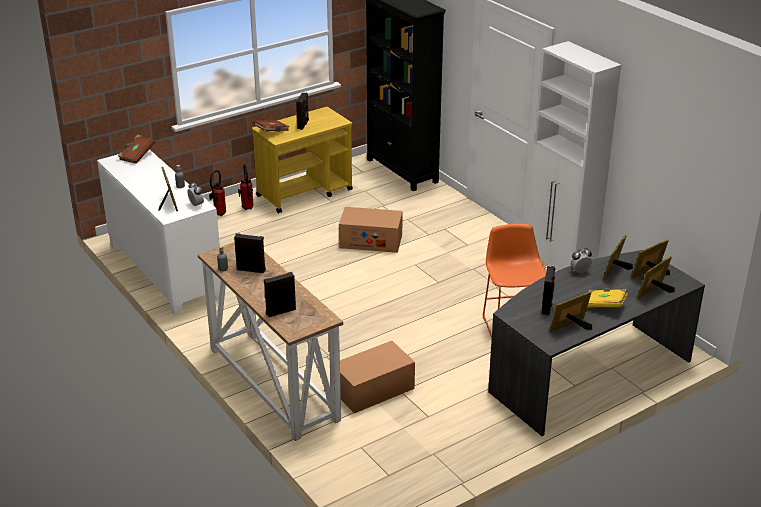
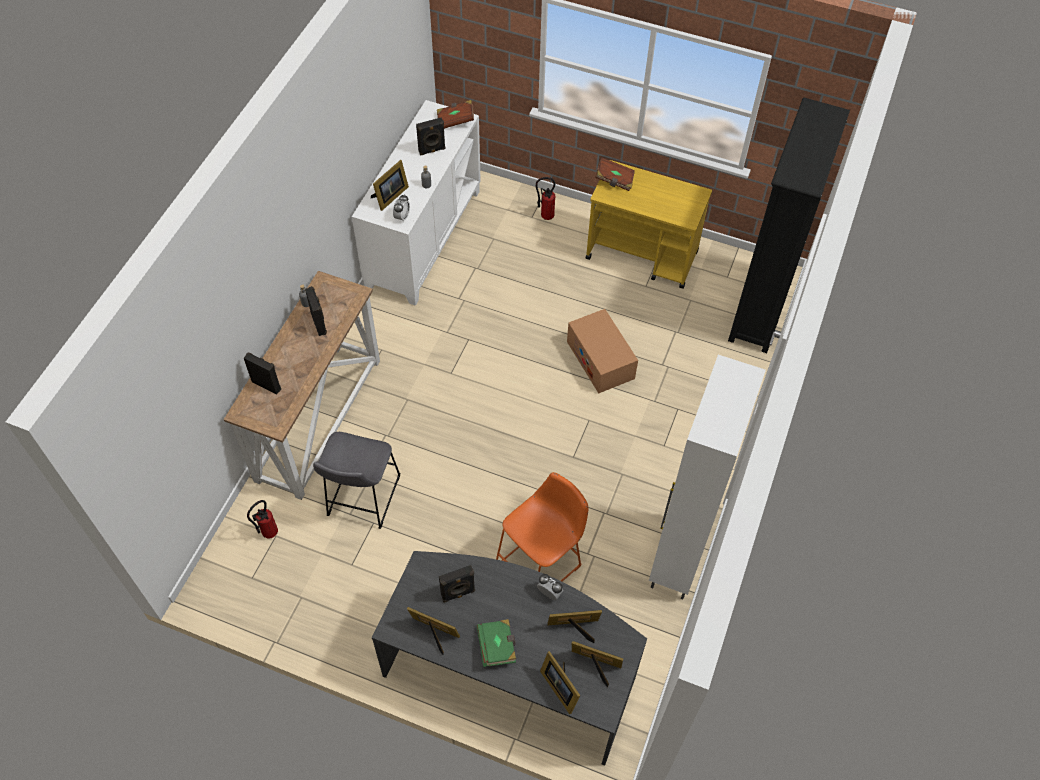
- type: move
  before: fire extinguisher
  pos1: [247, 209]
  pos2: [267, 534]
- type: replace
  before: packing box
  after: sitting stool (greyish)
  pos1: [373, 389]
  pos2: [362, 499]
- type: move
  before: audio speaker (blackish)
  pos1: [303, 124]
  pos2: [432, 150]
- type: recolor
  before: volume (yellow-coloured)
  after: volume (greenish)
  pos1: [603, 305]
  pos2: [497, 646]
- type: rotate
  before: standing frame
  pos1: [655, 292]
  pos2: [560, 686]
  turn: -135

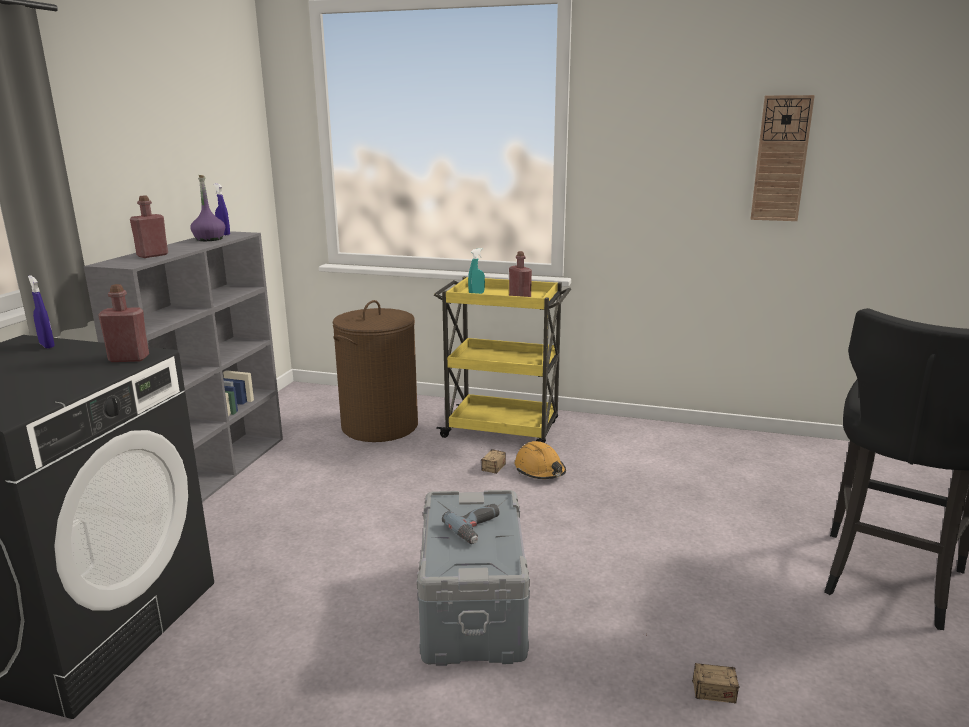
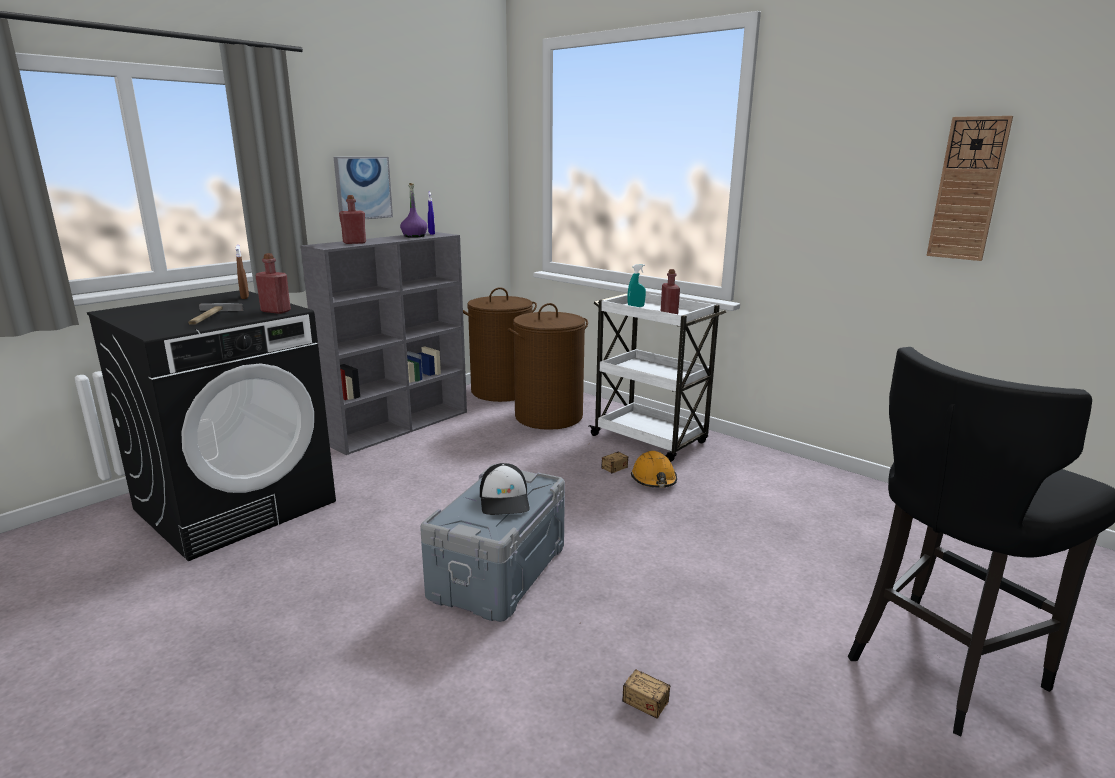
- type: insert
  after: tool hammer
  pos2: [210, 317]
- type: recolor
  before: hand sprayer (bluish)
  after: hand sprayer (brown)
  pos1: [47, 345]
  pos2: [245, 297]
- type: insert
  after: wall art
  pos2: [363, 188]
- type: insert
  after: washing basket (brown)
  pos2: [502, 391]
- type: replace
  before: drill
  after: baseball cap
  pos1: [478, 529]
  pos2: [505, 500]
- type: recolor
  before: trolley (yellow-coloured)
  after: trolley (white)
  pos1: [503, 430]
  pos2: [650, 440]

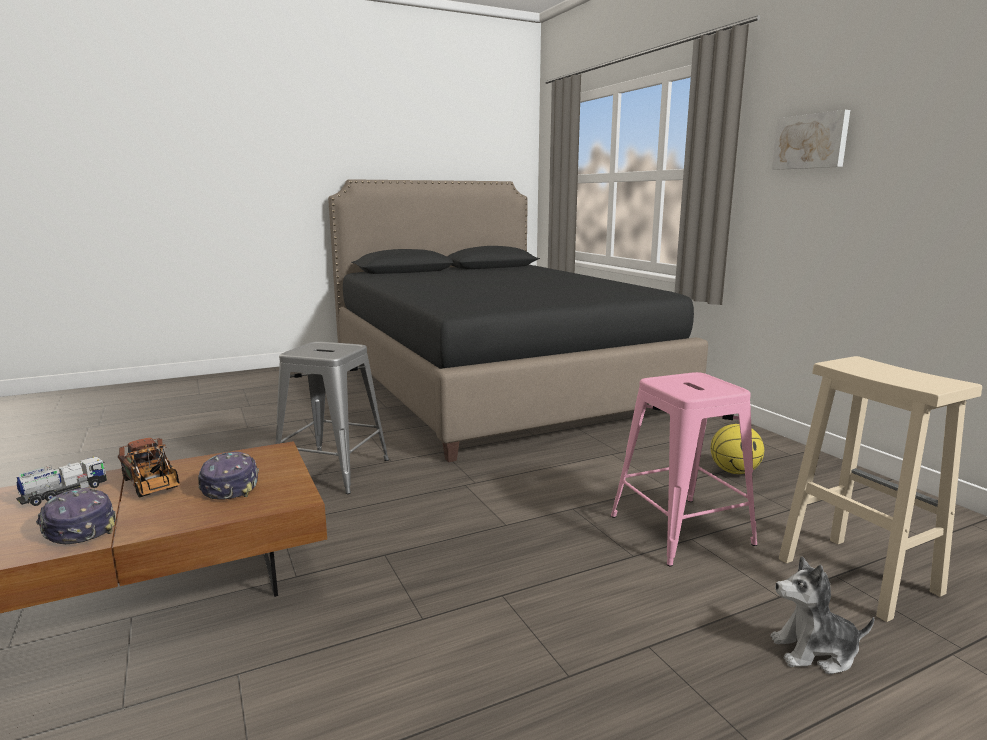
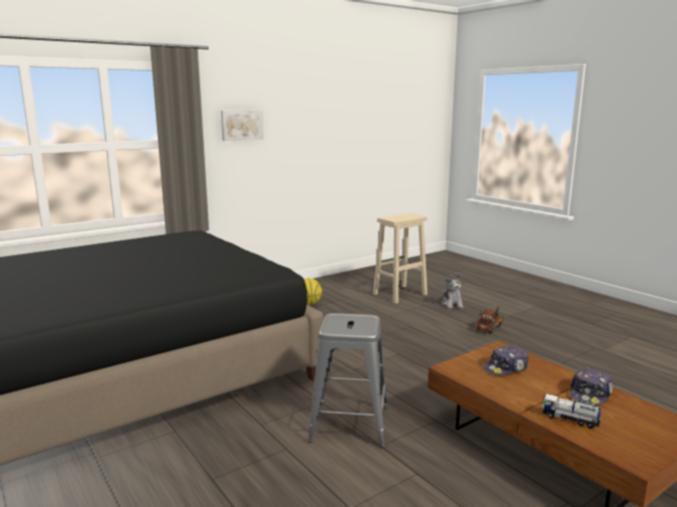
- type: move
  before: model truck
  pos1: [152, 486]
  pos2: [490, 327]
- type: delete
  before: sitting stool (pink-coloured)
  pos1: [679, 530]

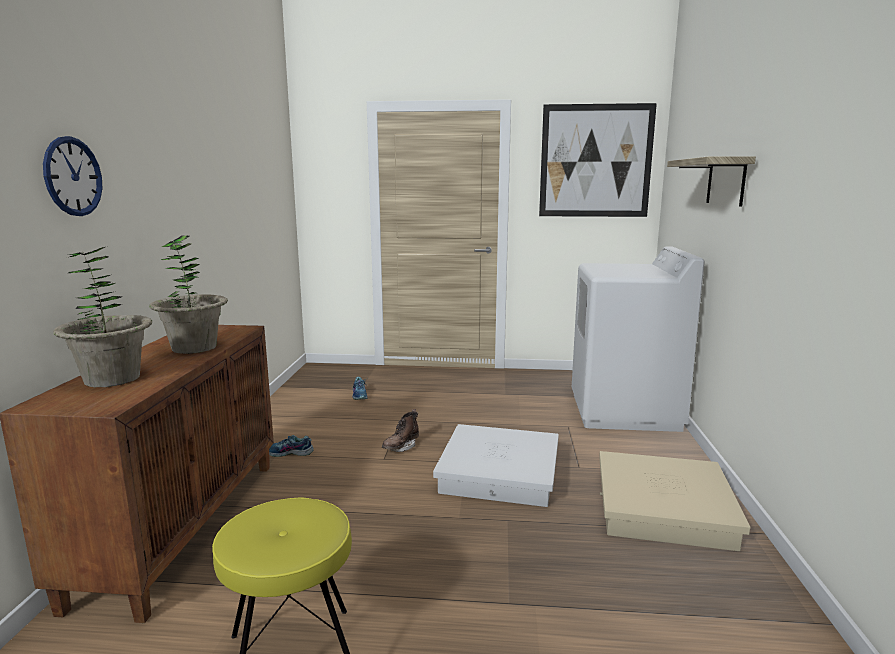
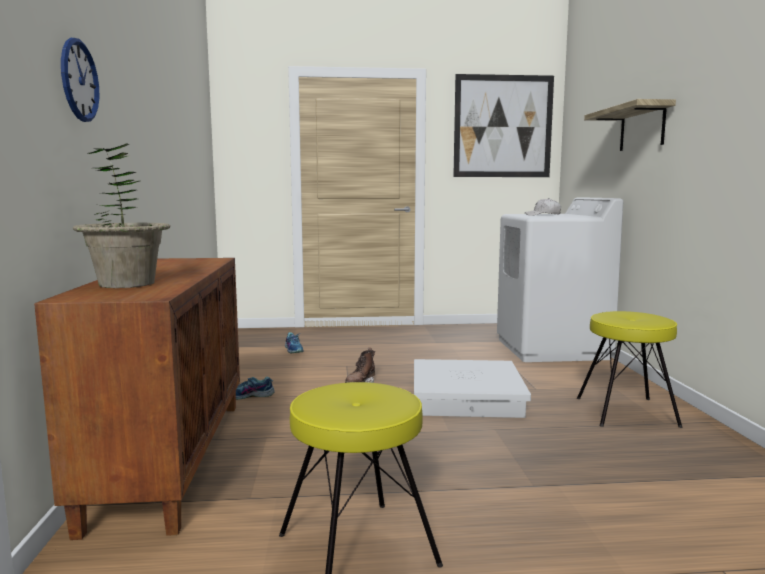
- type: insert
  after: baseball cap (white)
  pos2: [543, 215]
- type: replace
  before: storage box (beige)
  after: sitting stool (yellow-coloured)
  pos1: [663, 509]
  pos2: [626, 412]
- type: delete
  before: houseplant
  pos1: [194, 347]

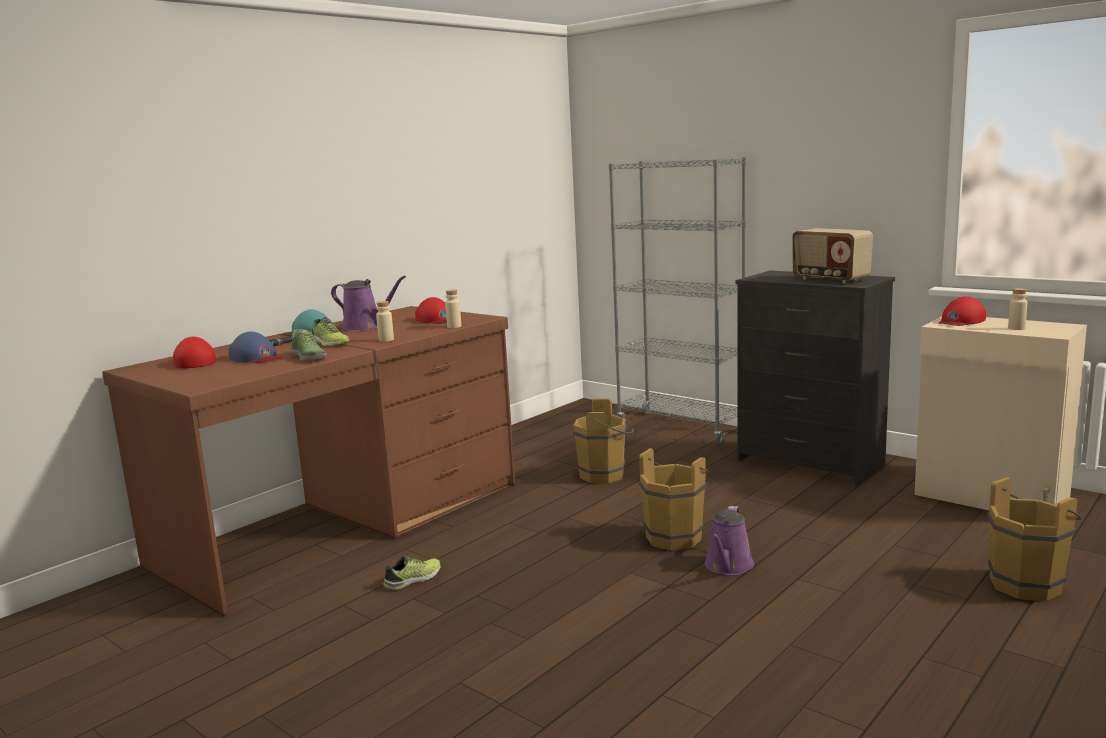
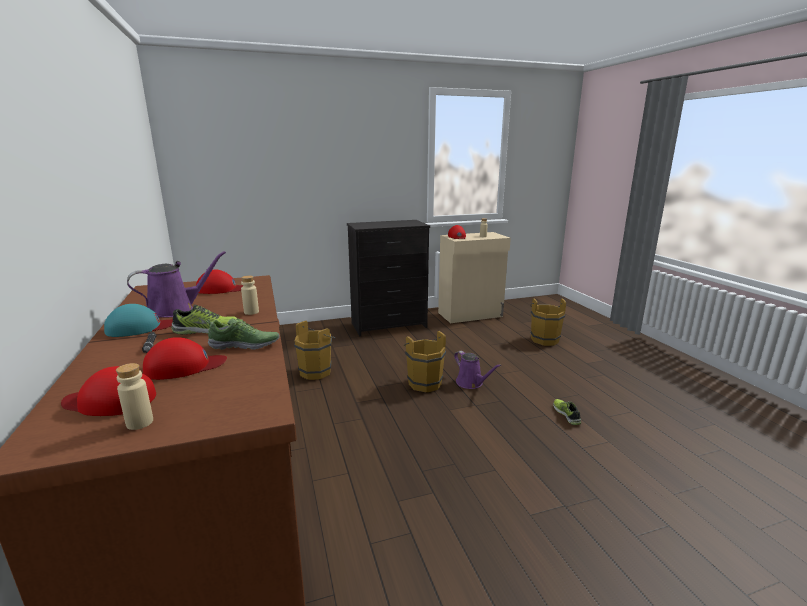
- type: move
  before: beverage bottle (beige)
  pos1: [454, 326]
  pos2: [140, 423]
- type: recolor
  before: baseball cap (bluish)
  after: baseball cap (red-coloured)
  pos1: [256, 358]
  pos2: [184, 366]
- type: move
  before: low shoe
  pos1: [413, 579]
  pos2: [567, 414]
- type: delete
  before: bookshelf (greyish)
  pos1: [680, 427]
- type: delete
  before: radio set
  pos1: [830, 279]

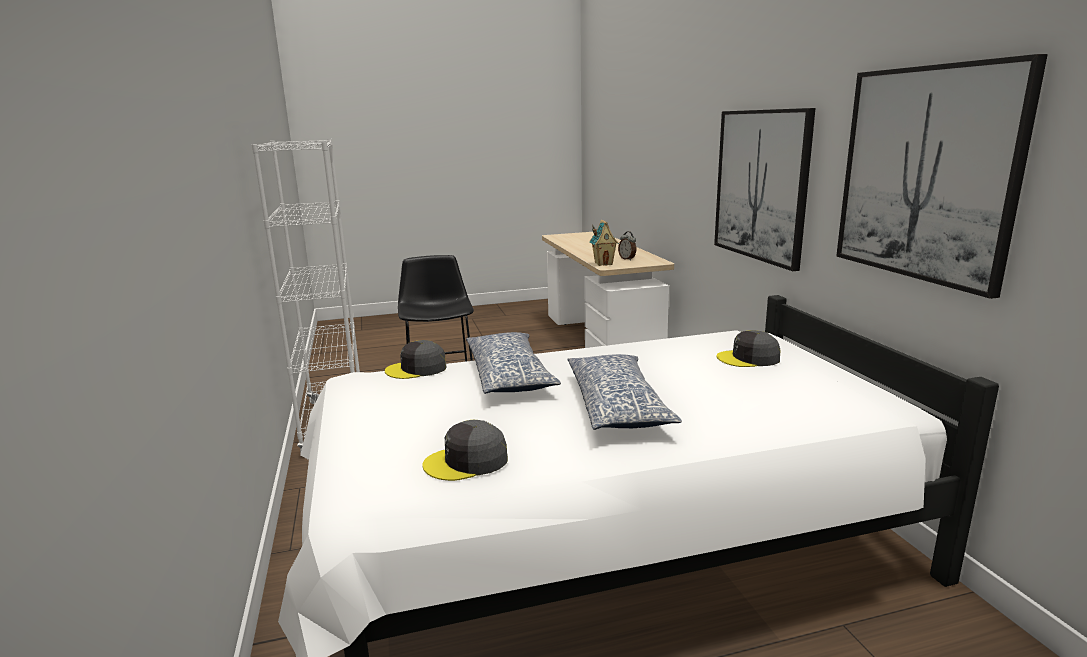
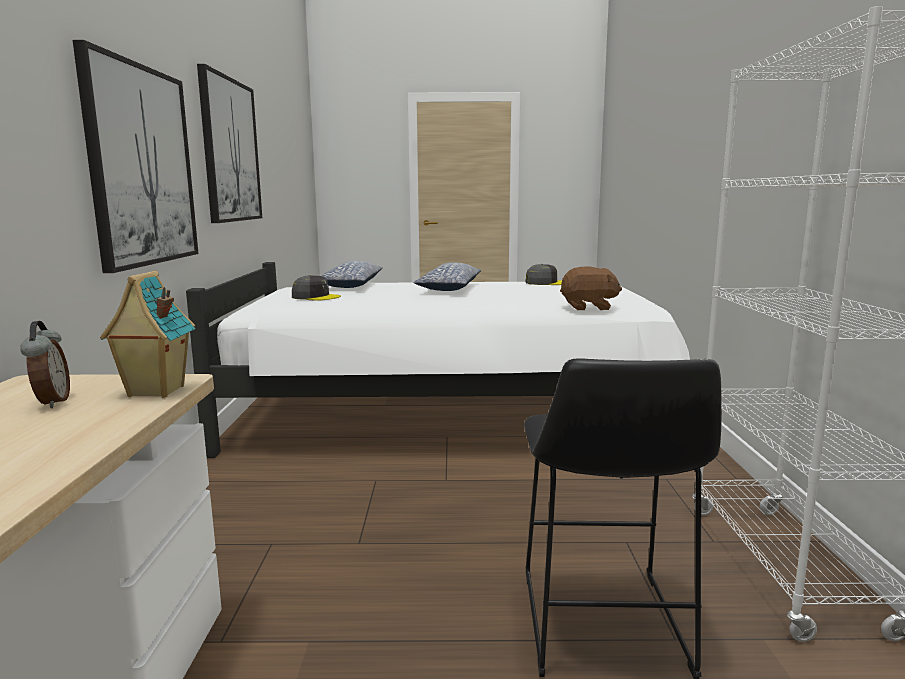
- type: move
  before: pillow
  pos1: [509, 376]
  pos2: [351, 285]
- type: replace
  before: baseball cap (greyish)
  after: cuddly toy (brown)
  pos1: [417, 369]
  pos2: [588, 307]

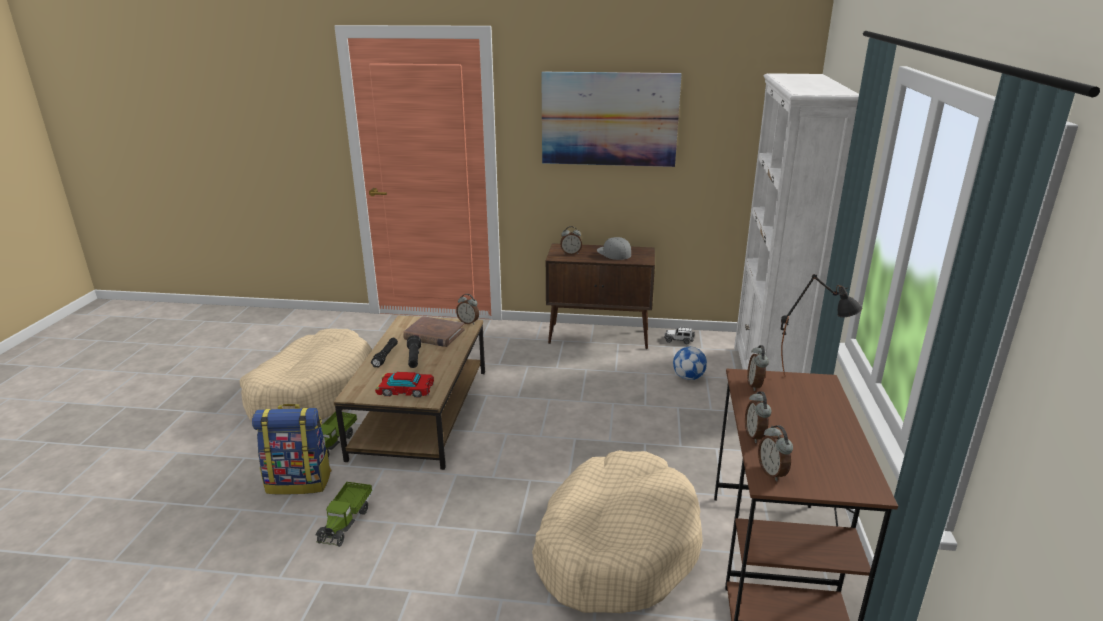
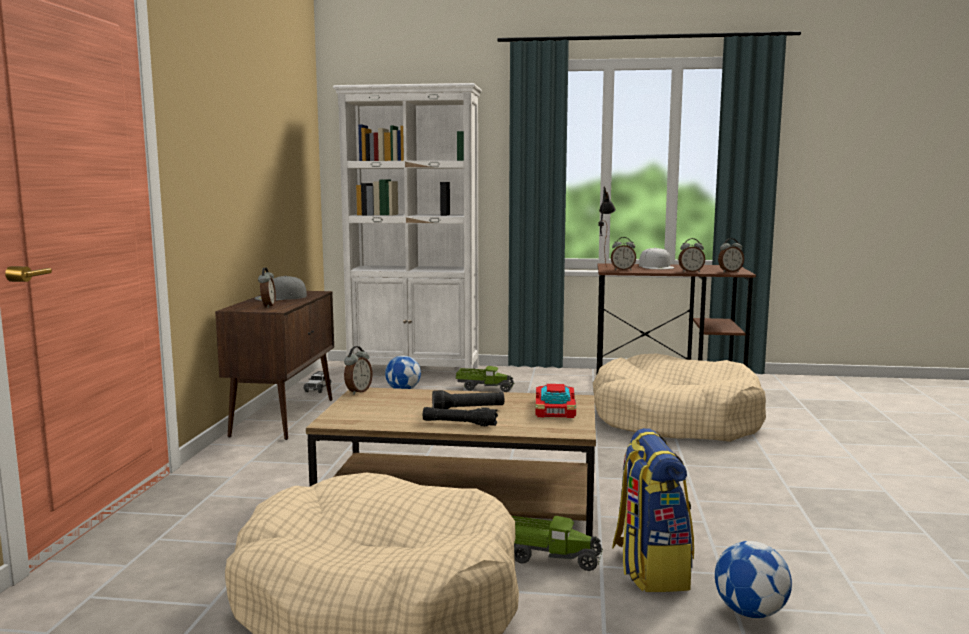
- type: move
  before: model truck
  pos1: [346, 522]
  pos2: [484, 388]
- type: insert
  after: baseball cap (white)
  pos2: [656, 266]
- type: insert
  after: football ball
  pos2: [750, 612]
- type: delete
  before: volume (brown)
  pos1: [434, 334]
- type: delete
  before: wall art
  pos1: [609, 119]

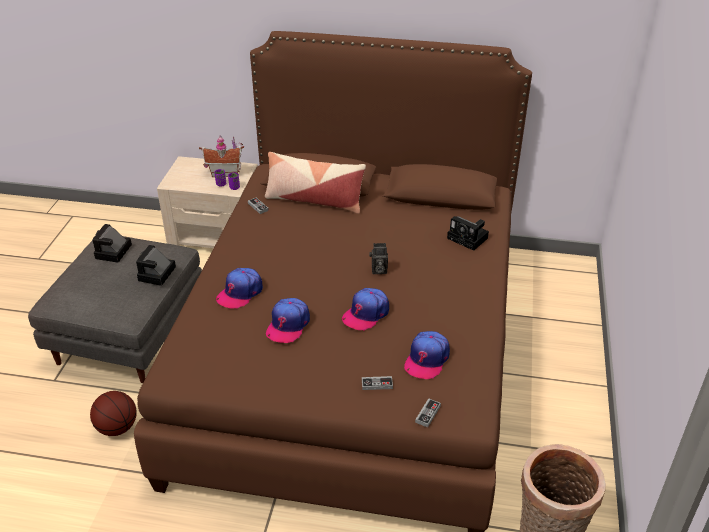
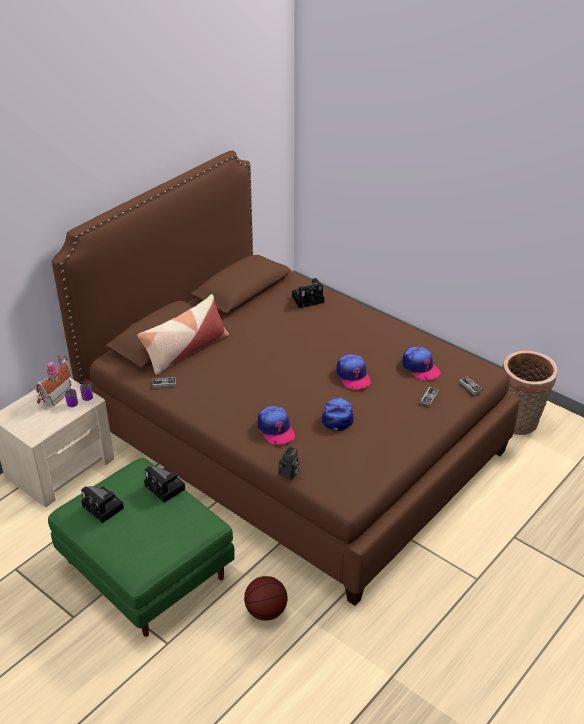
- type: recolor
  before: pouffe (greyish)
  after: pouffe (greenish)
  pos1: [129, 333]
  pos2: [147, 571]
- type: move
  before: still camera
  pos1: [378, 270]
  pos2: [289, 474]
- type: rotate
  before: baseball cap
  pos1: [288, 325]
  pos2: [338, 416]
  turn: -135

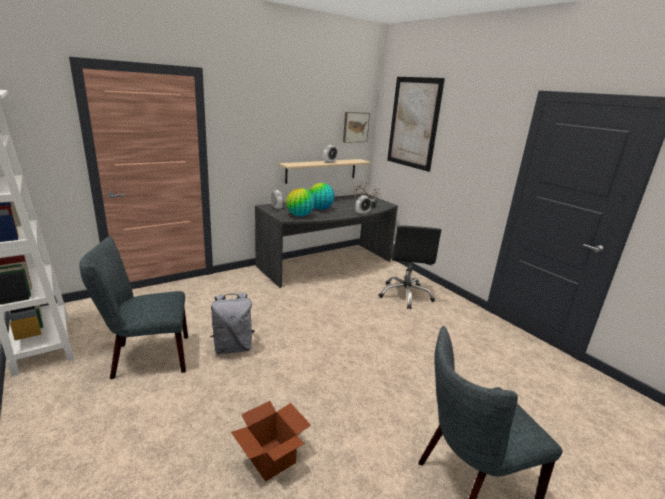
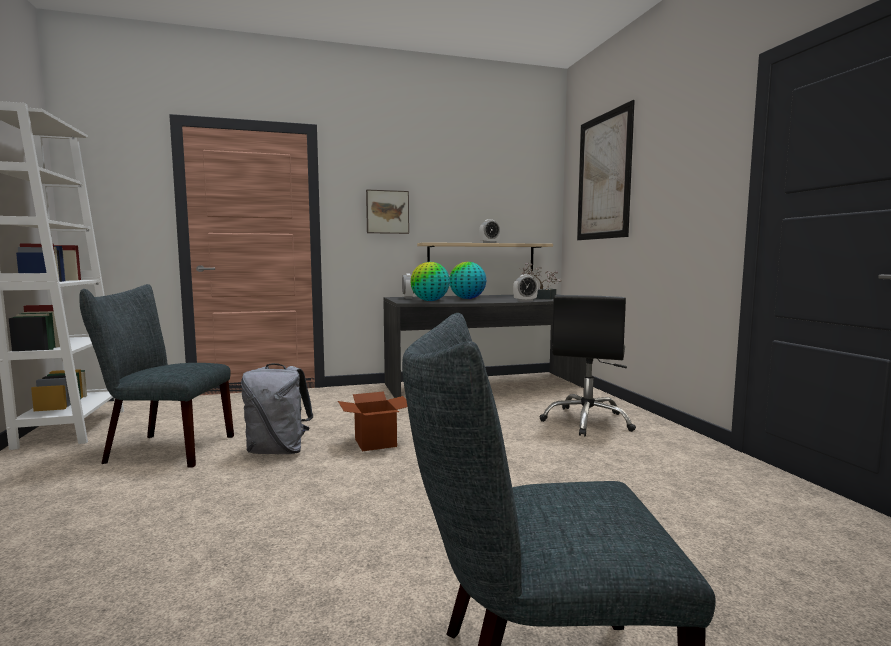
- type: move
  before: packing box
  pos1: [271, 459]
  pos2: [375, 442]
- type: move
  before: wall art
  pos1: [355, 127]
  pos2: [387, 212]

